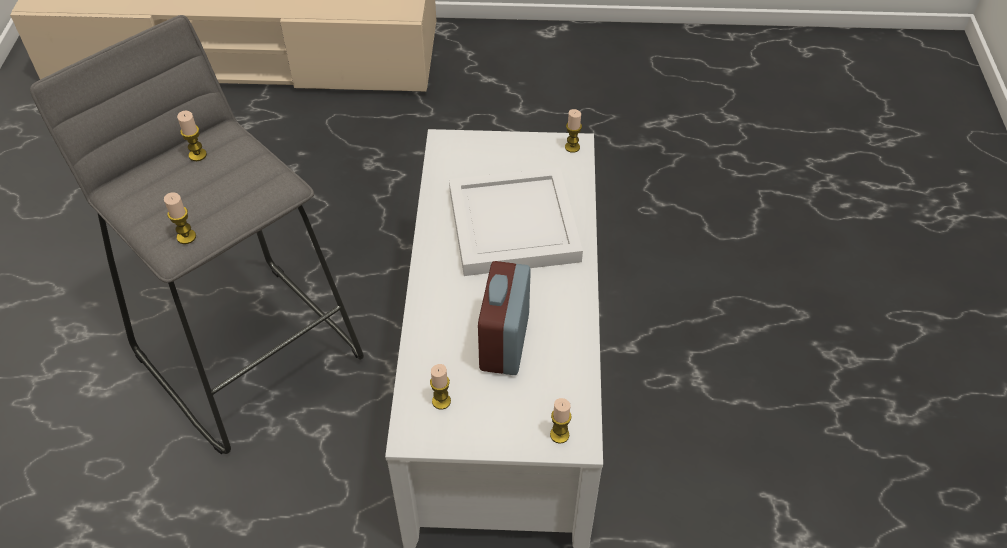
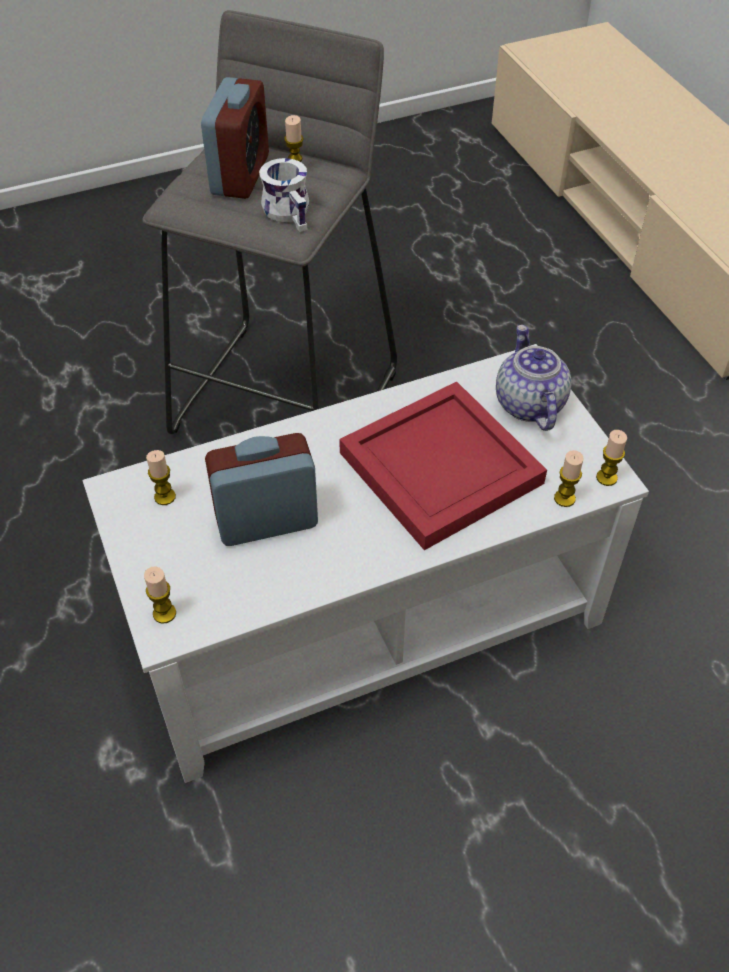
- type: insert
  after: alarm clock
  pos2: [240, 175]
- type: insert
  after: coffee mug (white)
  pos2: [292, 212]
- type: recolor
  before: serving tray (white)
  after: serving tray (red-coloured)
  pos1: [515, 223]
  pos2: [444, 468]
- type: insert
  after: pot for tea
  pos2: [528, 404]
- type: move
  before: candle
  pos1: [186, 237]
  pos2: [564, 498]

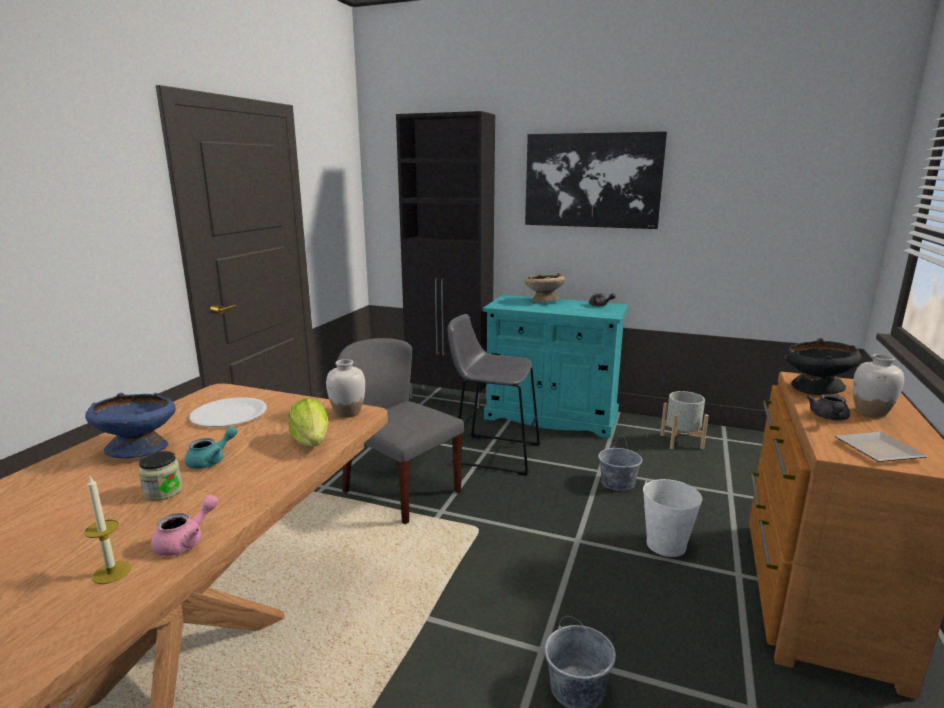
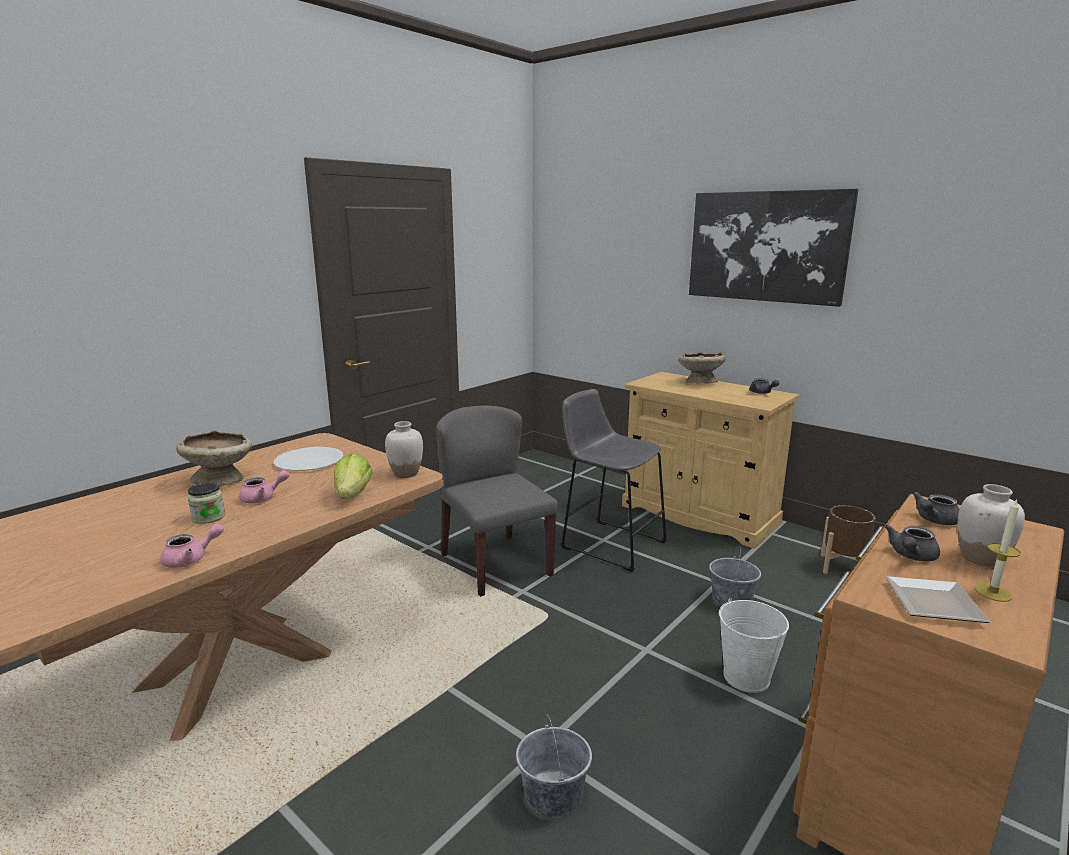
- type: recolor
  before: bowl (bluish)
  after: bowl (beige)
  pos1: [139, 449]
  pos2: [220, 480]
- type: recolor
  before: pot for tea (blue-green)
  after: pot for tea (pink-coloured)
  pos1: [211, 460]
  pos2: [263, 498]
- type: recolor
  before: cupboard (blue-green)
  after: cupboard (beige)
  pos1: [551, 417]
  pos2: [699, 514]
- type: recolor
  before: flower pot (greyish)
  after: flower pot (brown)
  pos1: [681, 441]
  pos2: [843, 567]
- type: replace
  before: bowl (blackish)
  after: pot for tea (greyish)
  pos1: [815, 389]
  pos2: [933, 520]
- type: move
  before: candle
  pos1: [111, 572]
  pos2: [993, 592]
- type: delete
  before: cupboard (blackish)
  pos1: [450, 398]

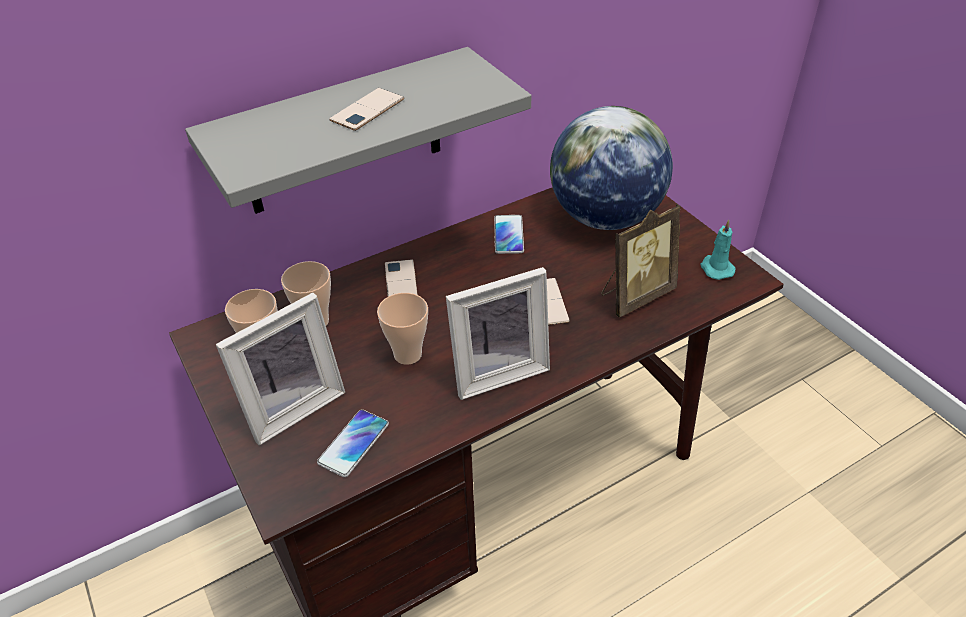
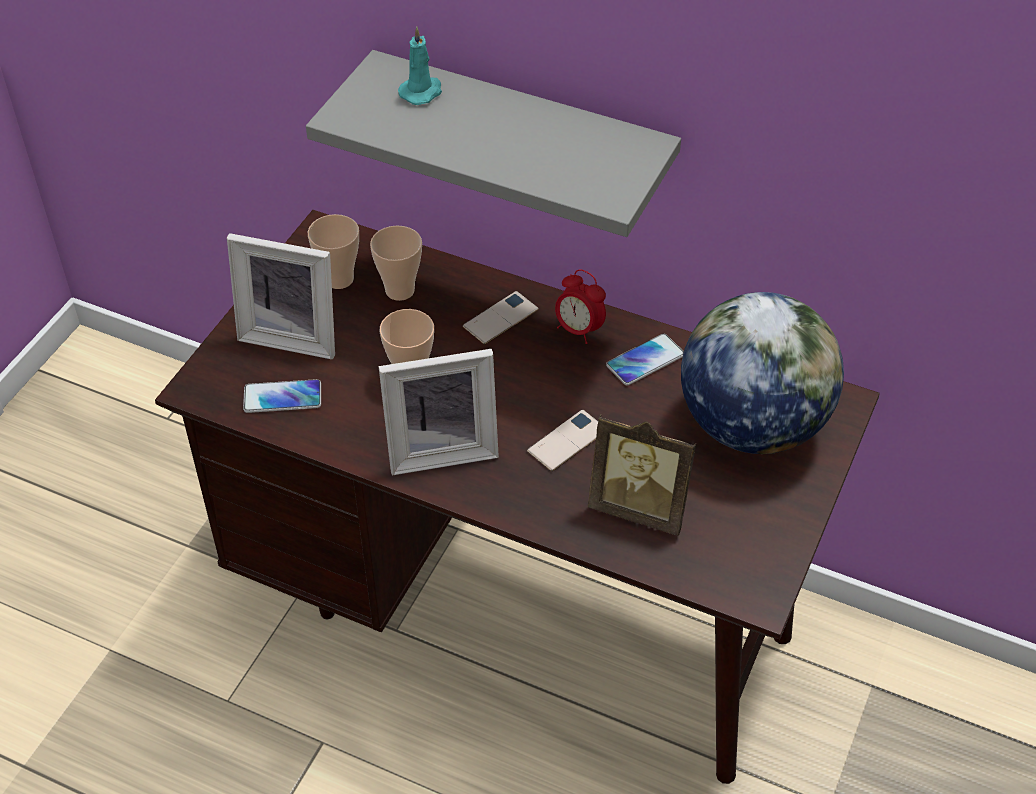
- type: rotate
  before: standing frame
  pos1: [497, 370]
  pos2: [441, 448]
  turn: -45
- type: move
  before: candle (blue-green)
  pos1: [716, 268]
  pos2: [422, 92]
- type: insert
  after: alarm clock
  pos2: [578, 330]
- type: delete
  before: handset
  pos1: [367, 110]

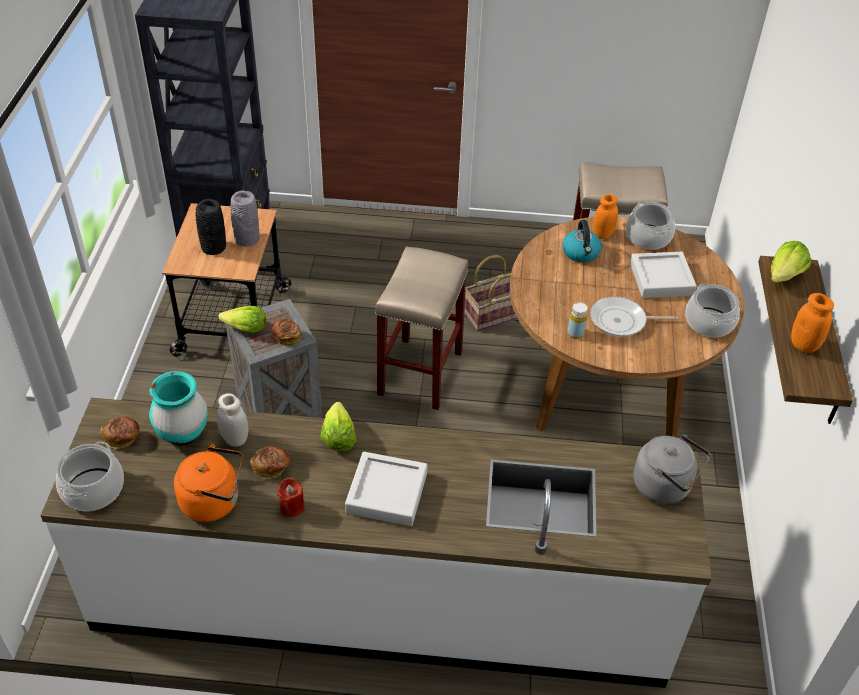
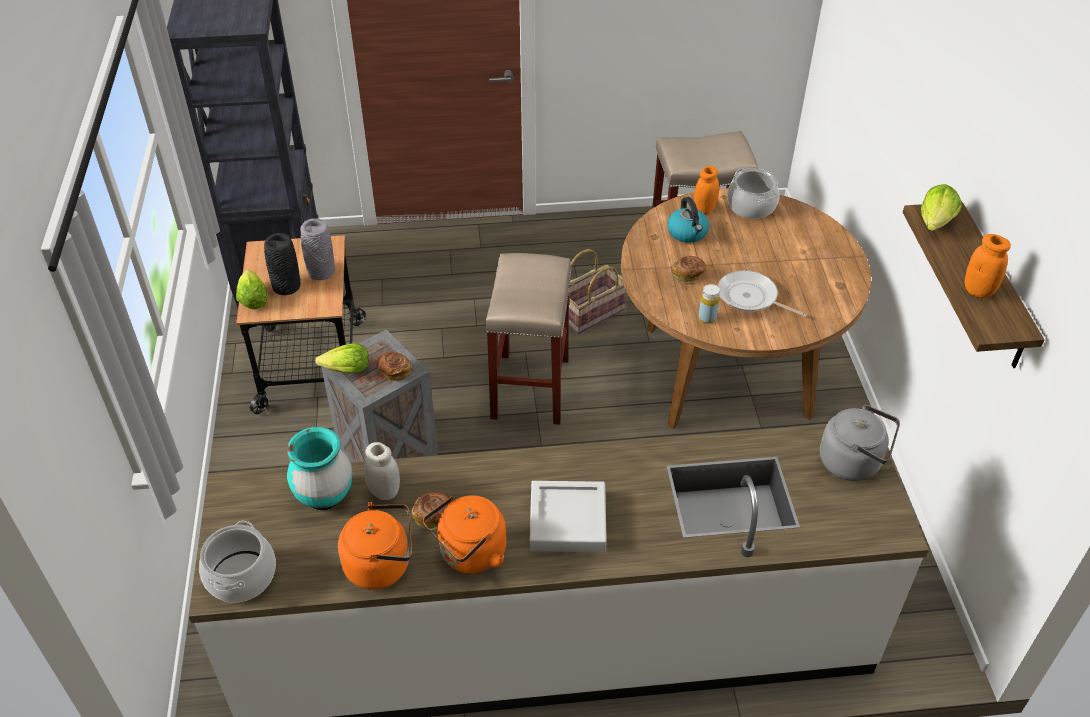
- type: move
  before: head of lettuce
  pos1: [338, 437]
  pos2: [253, 299]
- type: replace
  before: candle (red-coloured)
  after: water kettle (orange)
  pos1: [292, 507]
  pos2: [470, 555]
- type: move
  before: baked bread
  pos1: [123, 438]
  pos2: [688, 275]
- type: rotate
  before: skillet
  pos1: [621, 321]
  pos2: [750, 298]
  turn: 45
- type: delete
  before: serving tray (greyish)
  pos1: [661, 279]
- type: delete
  before: stockpot
  pos1: [709, 322]

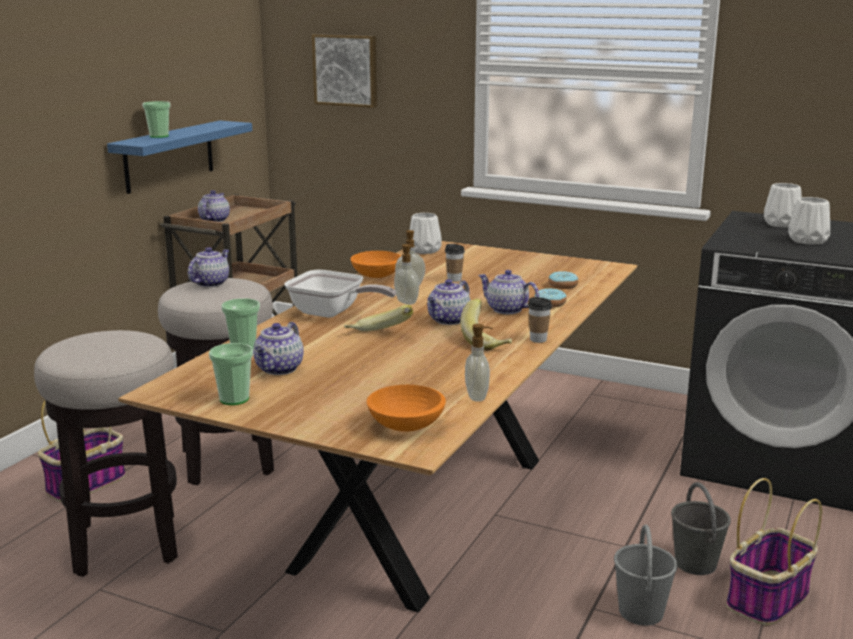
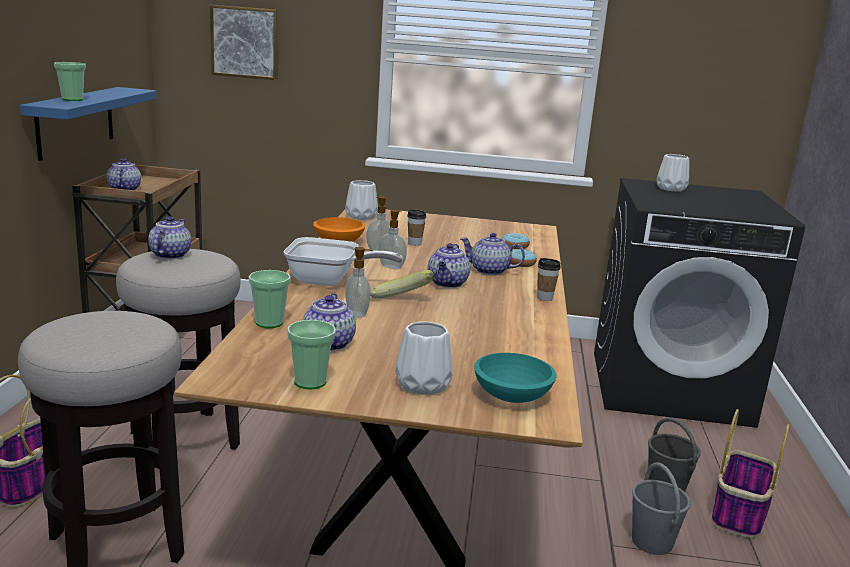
- type: move
  before: liquid soap bottle
  pos1: [478, 397]
  pos2: [358, 314]
- type: move
  before: vase (white)
  pos1: [808, 241]
  pos2: [424, 385]
- type: recolor
  before: bowl (orange)
  after: bowl (blue-green)
  pos1: [405, 426]
  pos2: [512, 396]
- type: delete
  before: whole banana
  pos1: [487, 342]

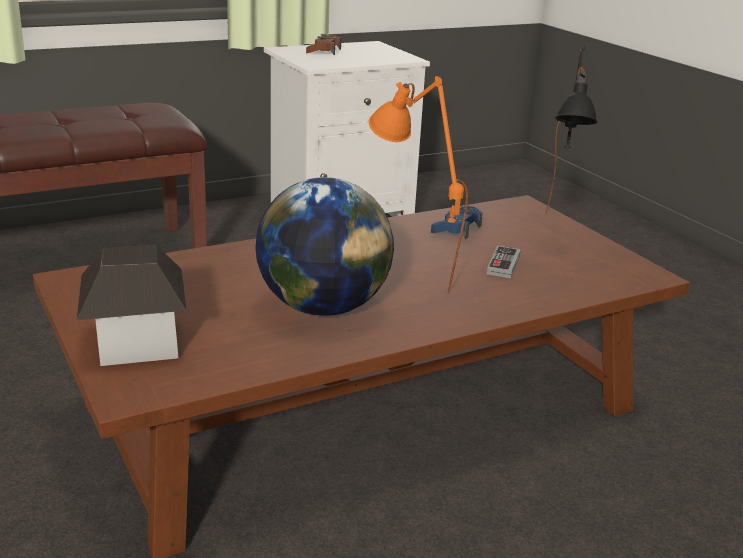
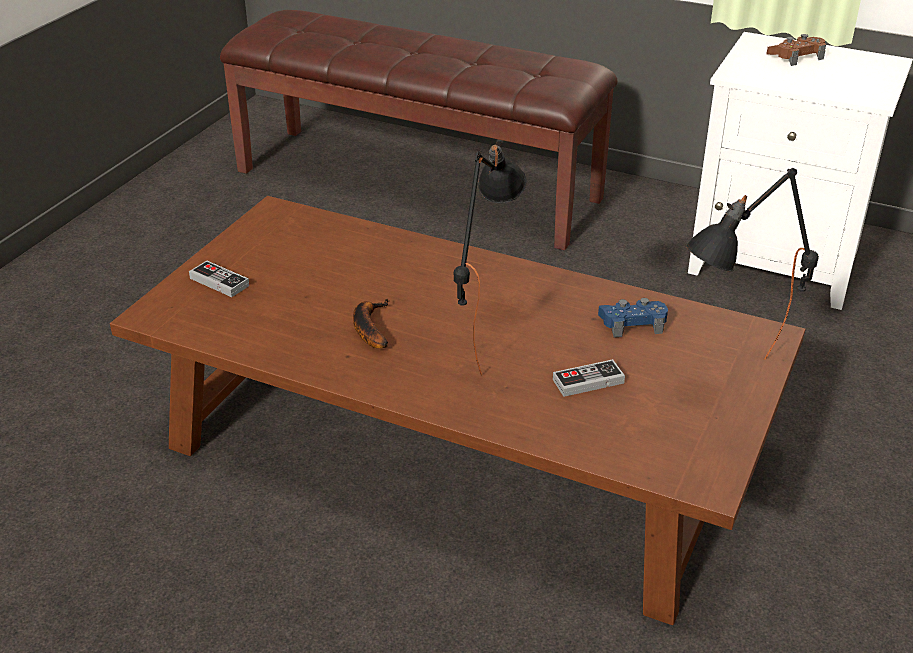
- type: replace
  before: miniature house
  after: gamepad
  pos1: [136, 342]
  pos2: [219, 282]
- type: replace
  before: world globe
  after: whole banana
  pos1: [323, 307]
  pos2: [369, 327]
- type: recolor
  before: table lamp (orange)
  after: table lamp (blackish)
  pos1: [407, 278]
  pos2: [481, 342]

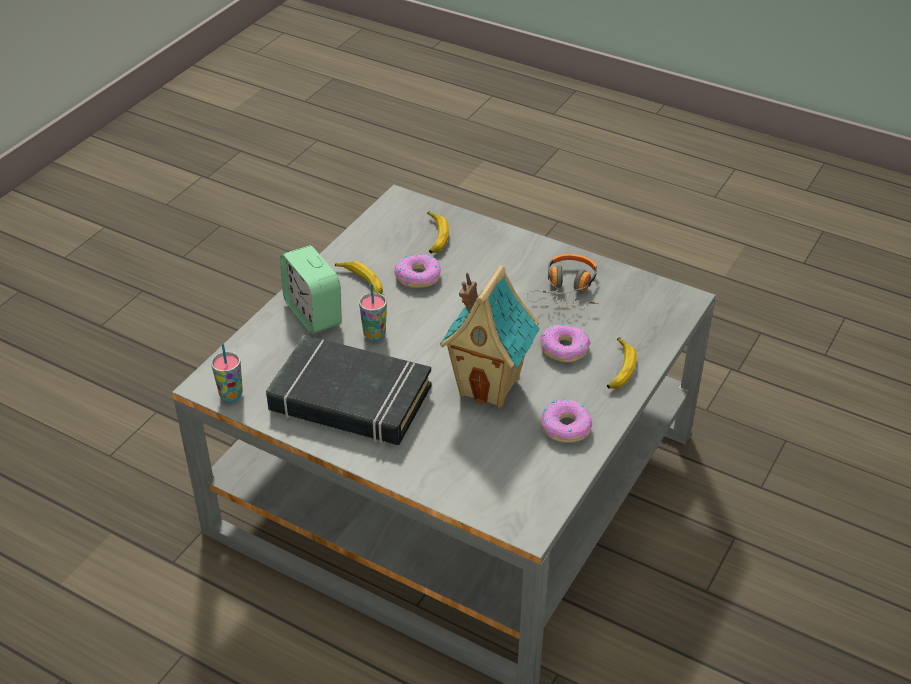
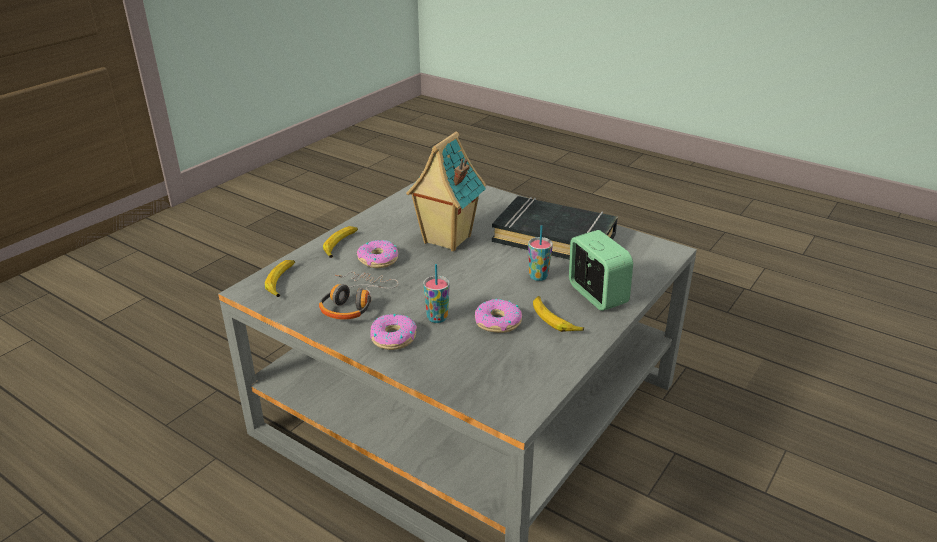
- type: move
  before: whole banana
  pos1: [435, 237]
  pos2: [281, 282]
- type: move
  before: doughnut
  pos1: [566, 427]
  pos2: [393, 337]
- type: move
  before: drinking cup
  pos1: [231, 395]
  pos2: [437, 318]

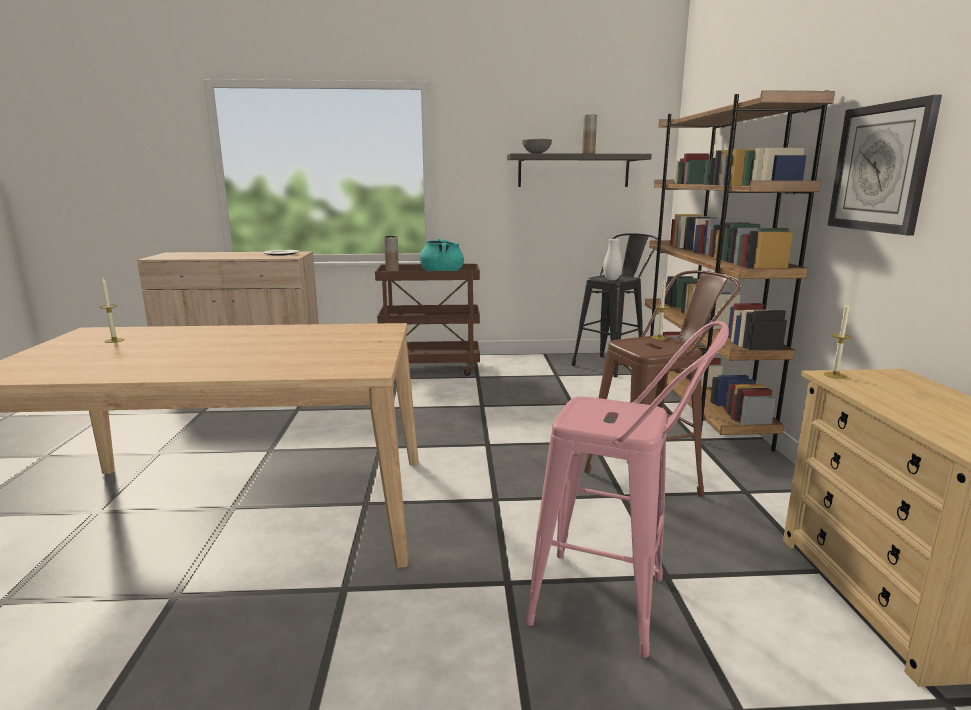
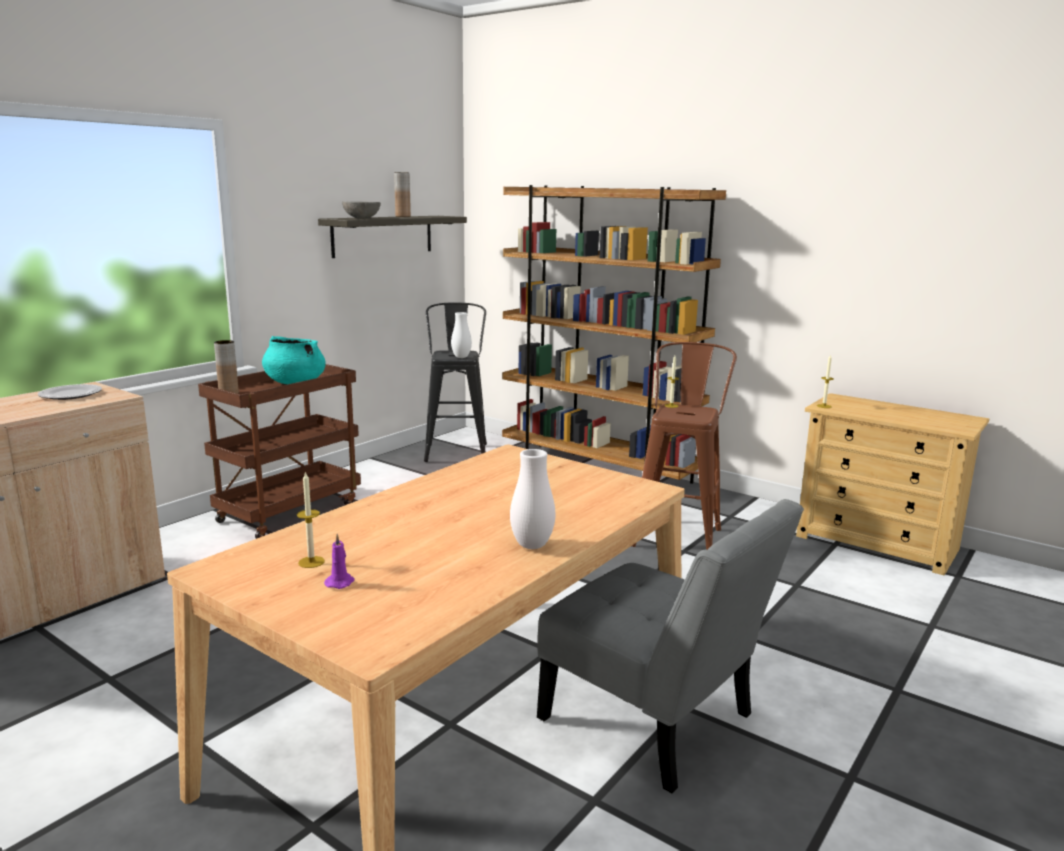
- type: insert
  after: candle (purple-coloured)
  pos2: [340, 582]
- type: insert
  after: vase (white)
  pos2: [532, 545]
- type: insert
  after: upright chair (greyish)
  pos2: [655, 723]
- type: delete
  before: sitting stool (pink-coloured)
  pos1: [615, 605]
- type: delete
  before: wall clock
  pos1: [881, 168]

